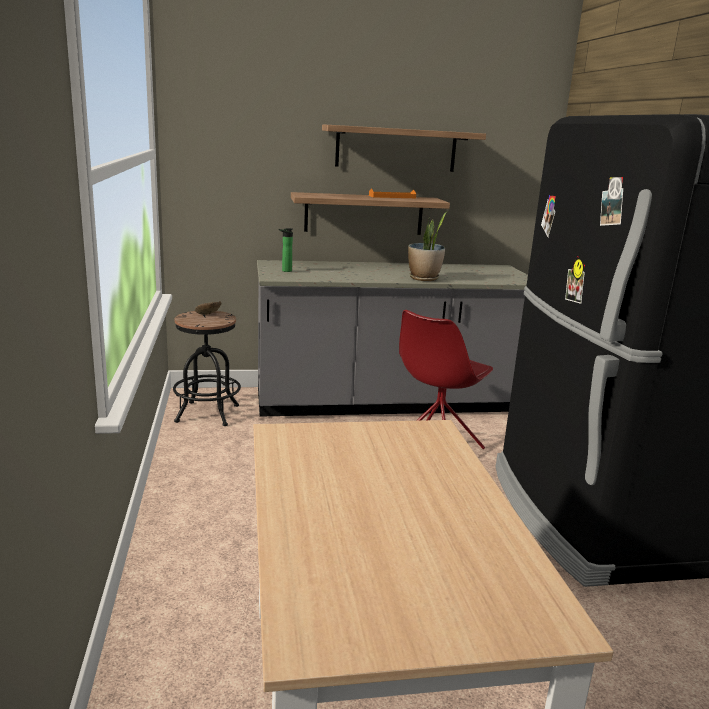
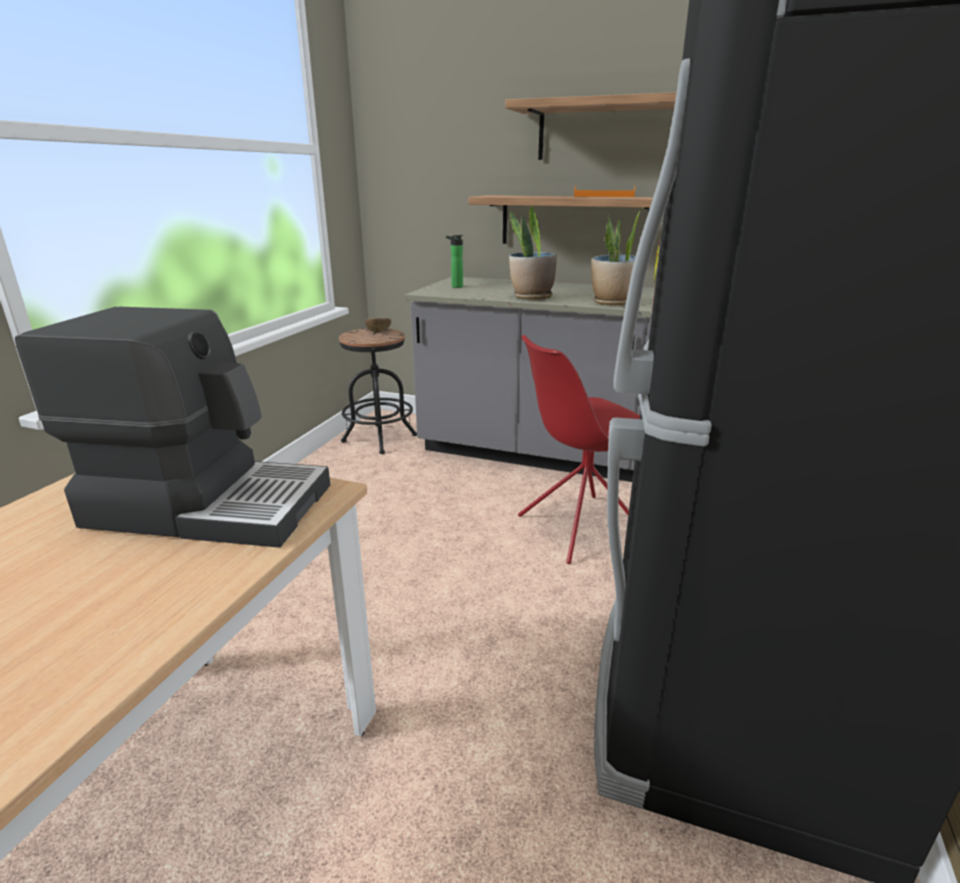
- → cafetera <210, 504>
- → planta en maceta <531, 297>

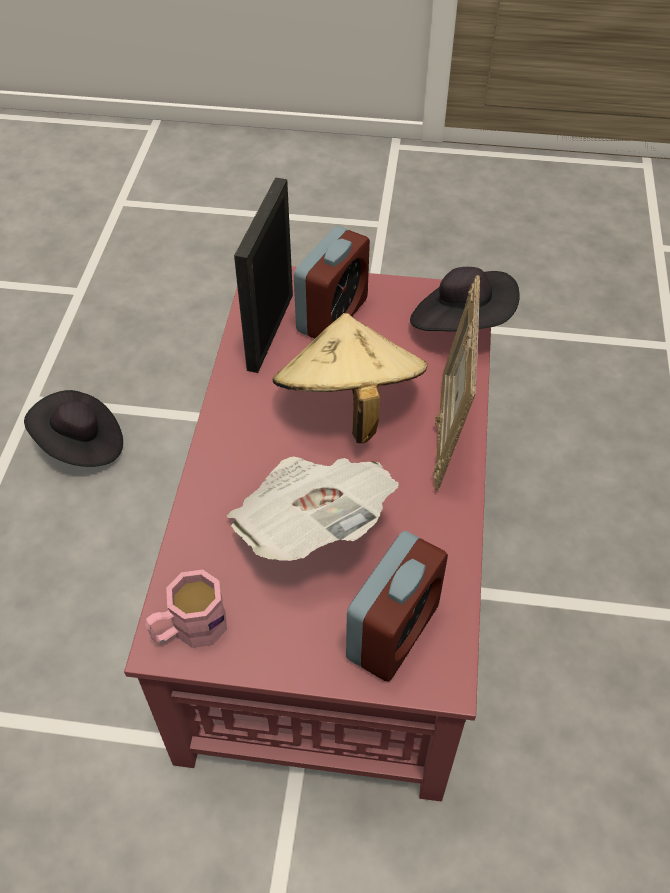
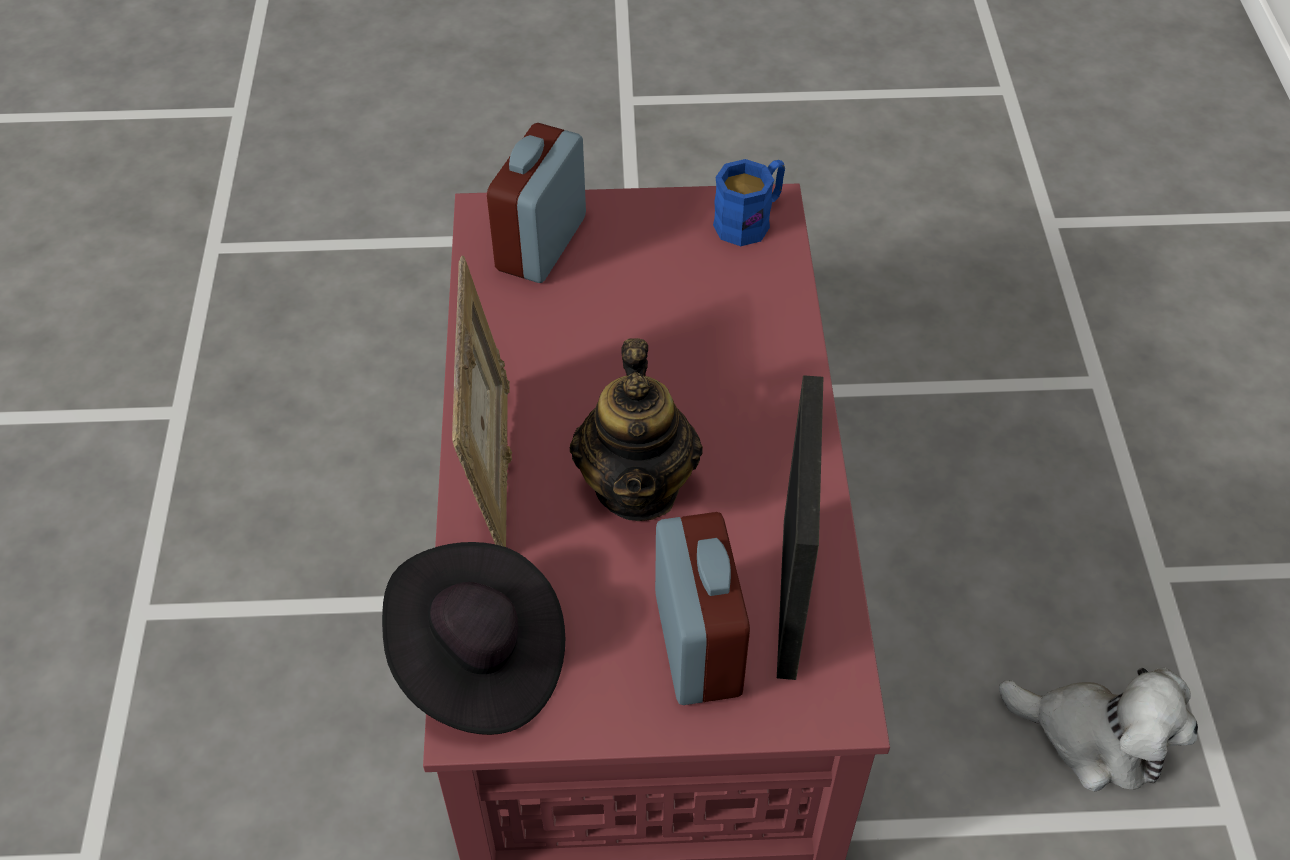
sombrero (beis) <348, 406> → tetera <637, 486>
despertador <332, 315> → despertador <697, 644>, 150 degrees clockwise
taza grande (rosa) <189, 629> → taza grande (azul) <750, 220>
sombrero (negro) <81, 445> → peluche <1095, 738>
periódico <310, 525> → -

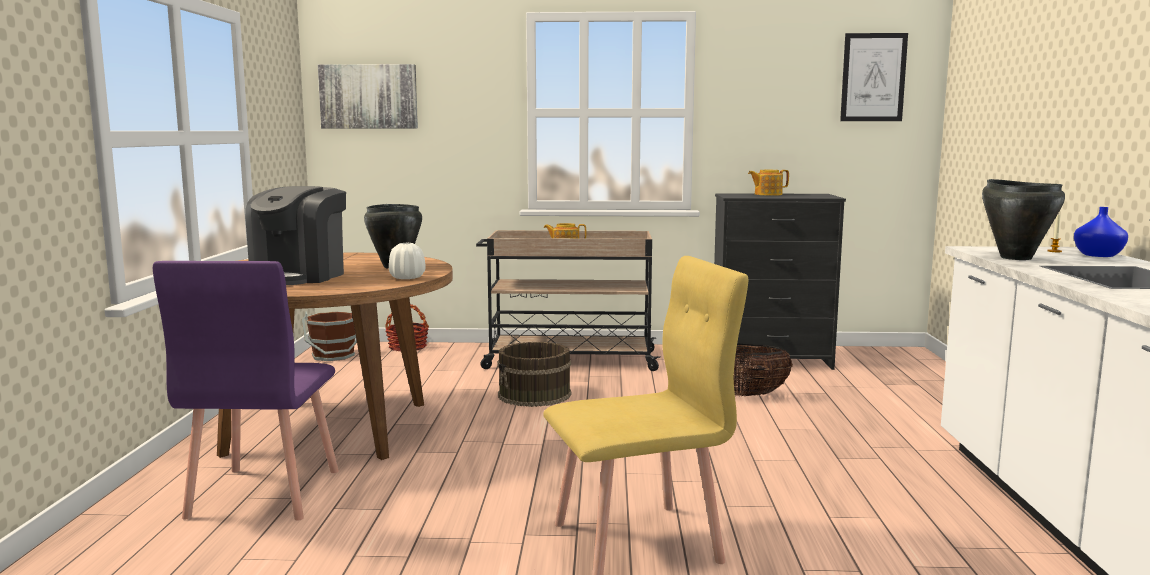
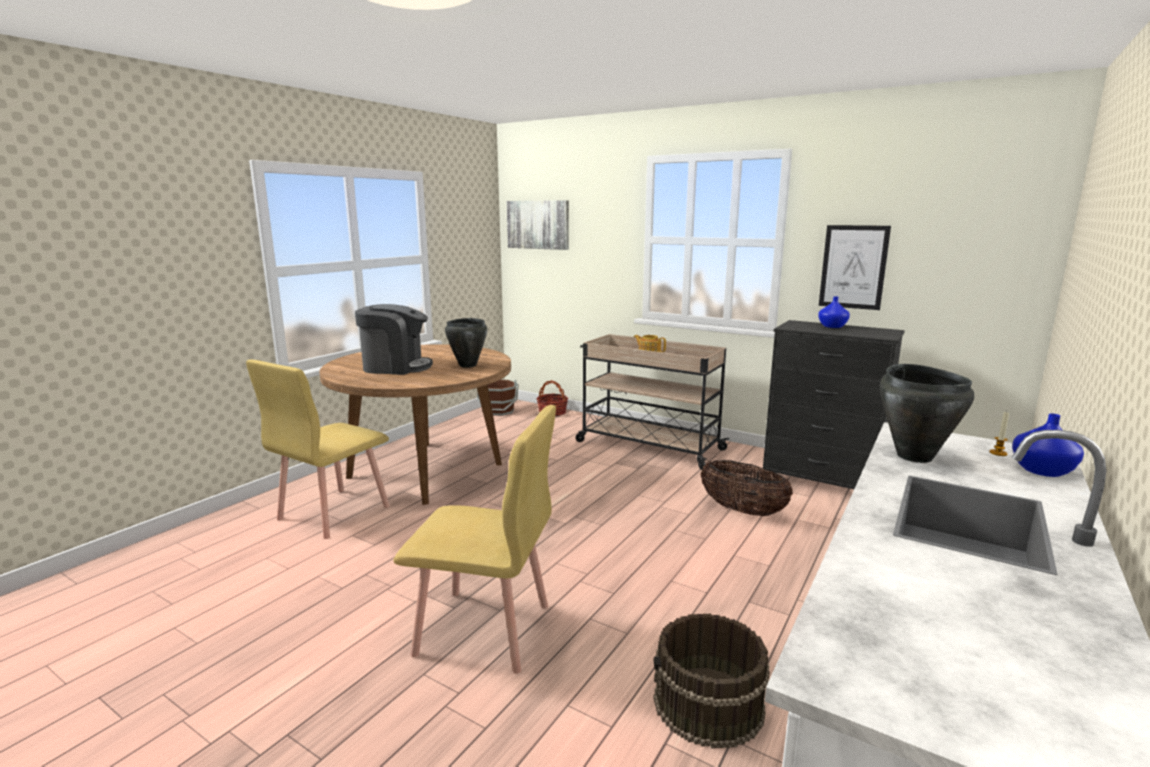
silla (morado) <263, 494> → silla (amarillo) <332, 512>
cafetera <299, 276> → cafetera <395, 367>, 135 degrees counterclockwise
cubo (marrón) <535, 395> → cubo (marrón) <708, 705>, shifted
tetera <767, 194> → florero (azul) <833, 326>
cuadro <873, 77> → cuadro <853, 267>, shifted
florero (blanco) <407, 278> → -

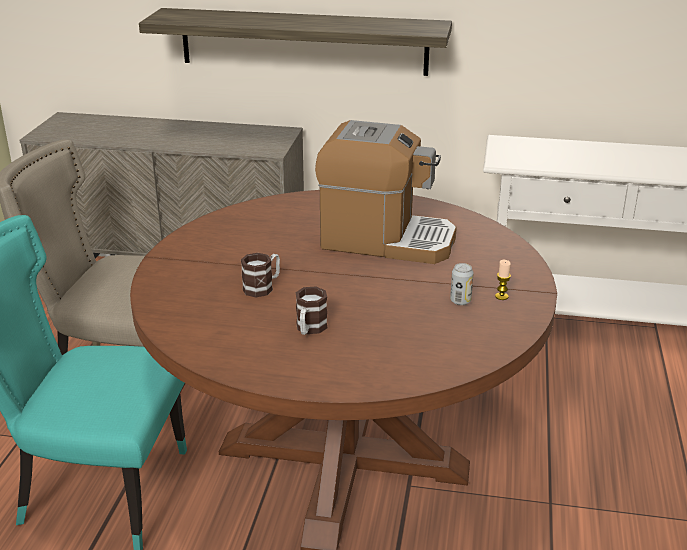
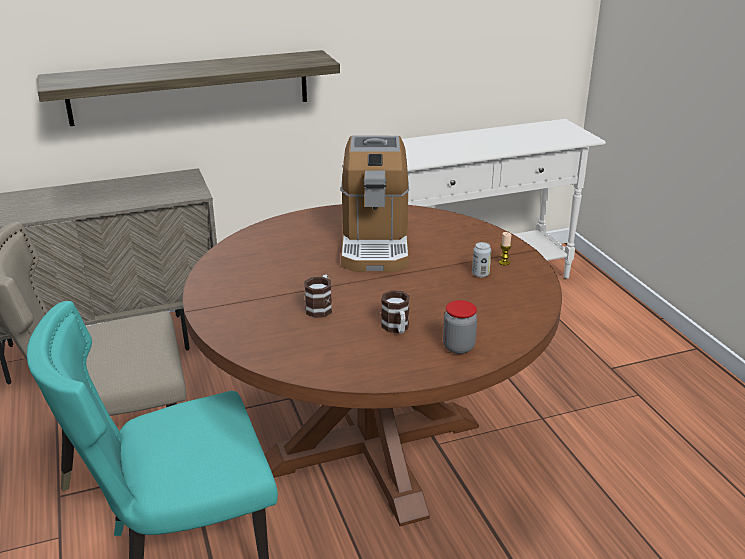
cafetera <386, 240> → cafetera <375, 243>, 105 degrees clockwise
- → tarro <458, 347>

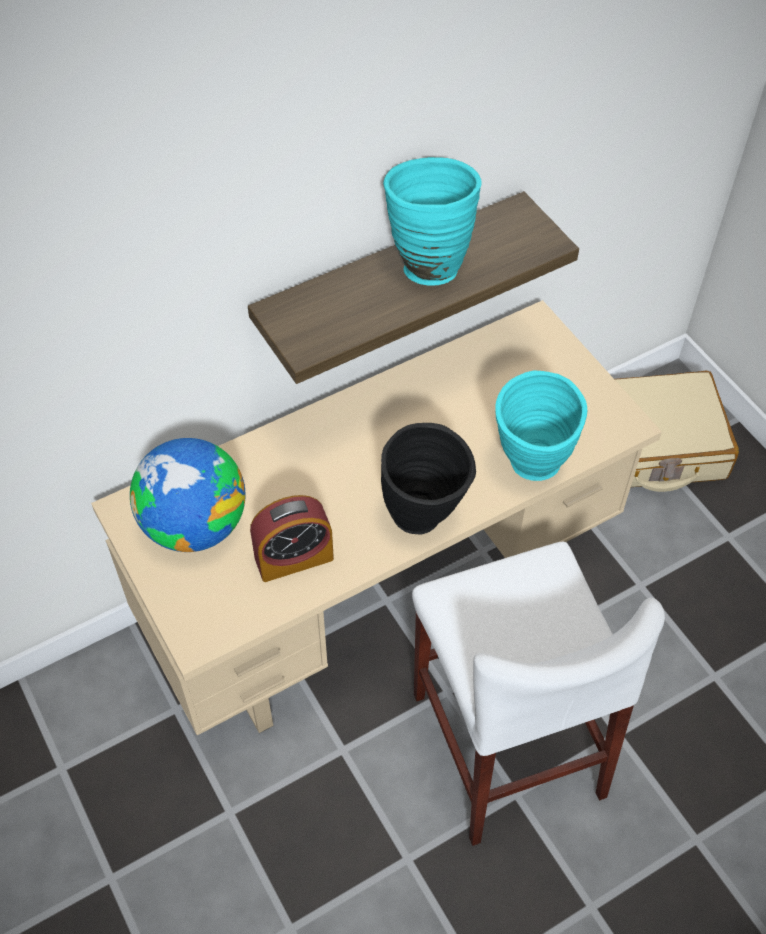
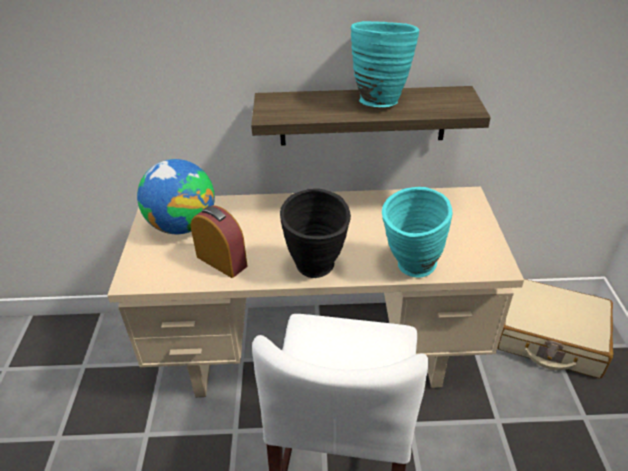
despertador <294, 558> → despertador <221, 261>, 150 degrees counterclockwise

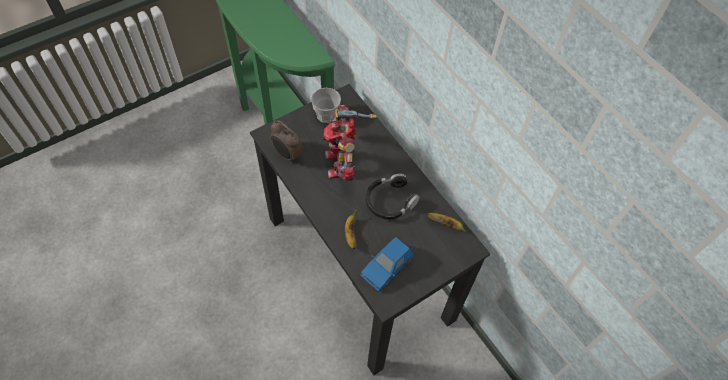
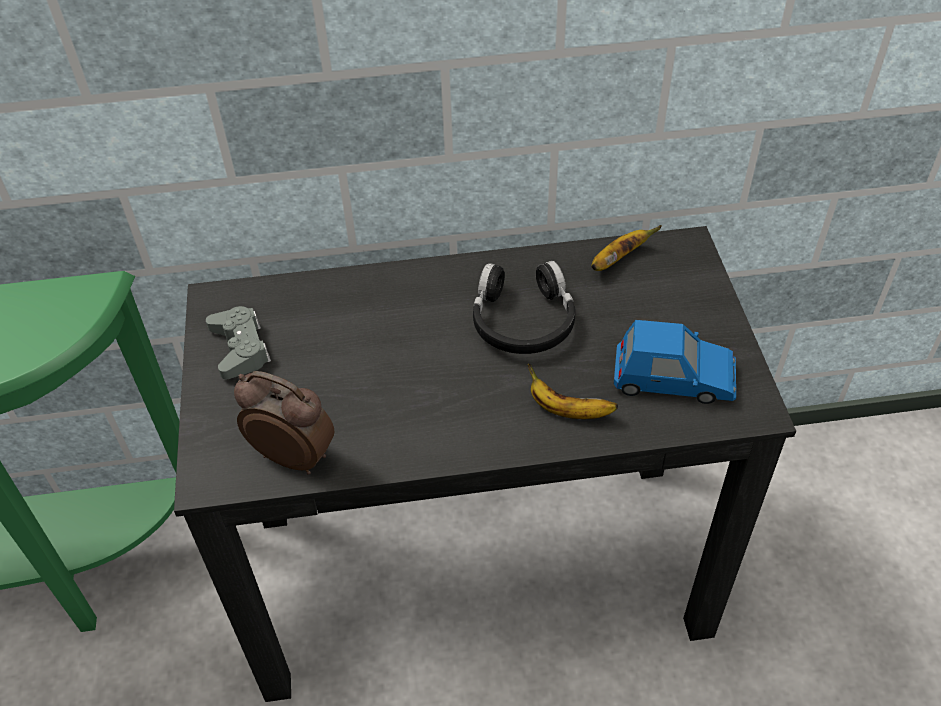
taza <326, 115> → mando de consola (gris) <240, 348>
despertador <287, 154> → despertador <294, 455>, 135 degrees counterclockwise
coche de juguete (azul) <387, 267> → coche de juguete (azul) <673, 379>, 60 degrees counterclockwise
robot de juguete <342, 163> → -

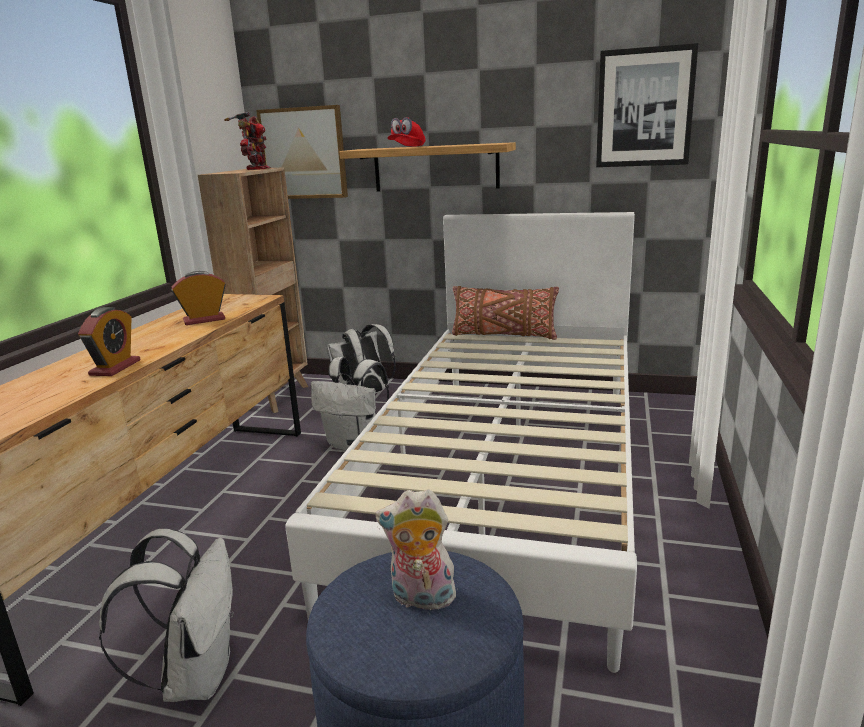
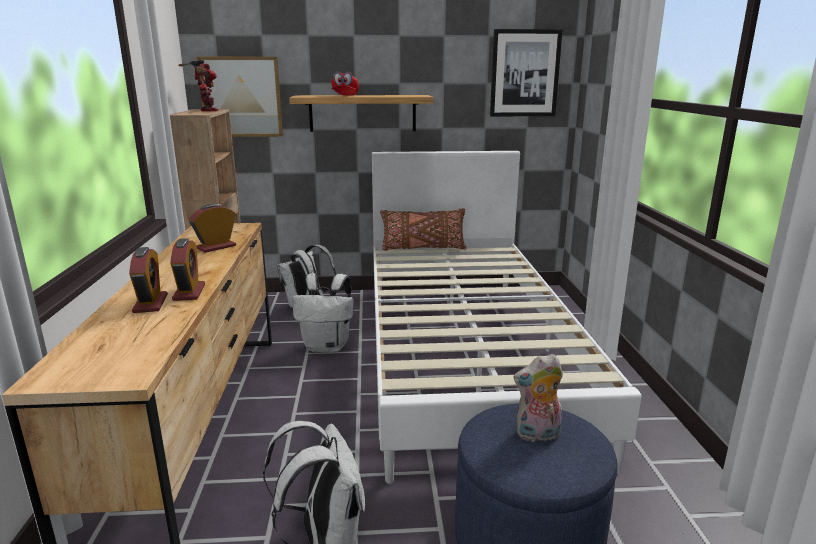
- → despertador <150, 303>

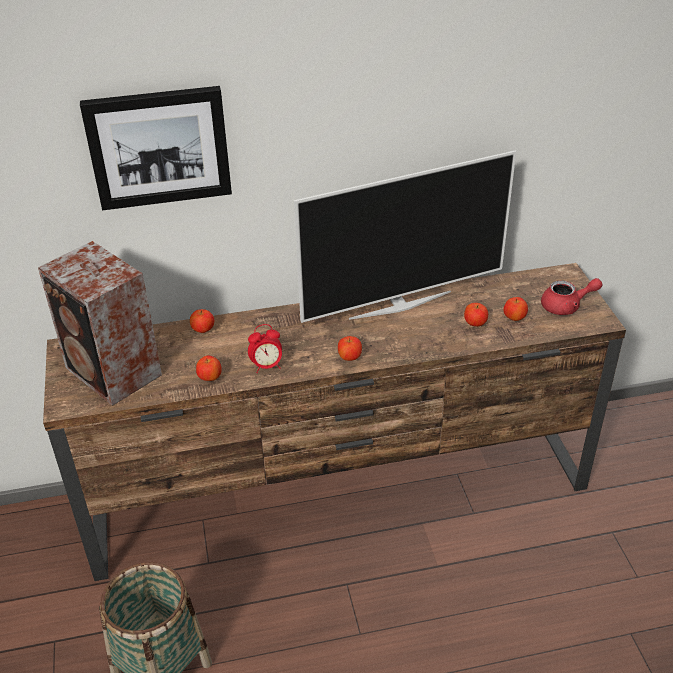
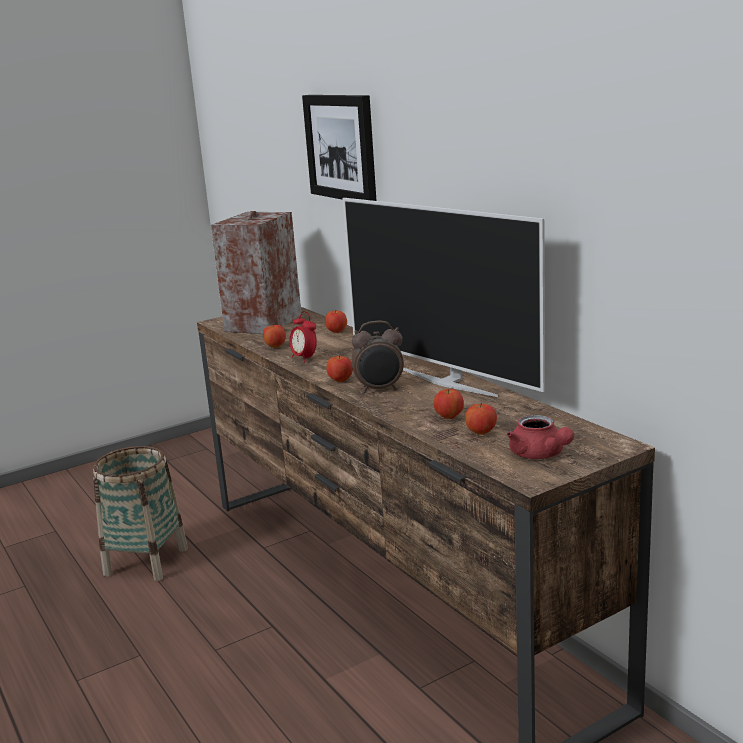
- → despertador <380, 389>

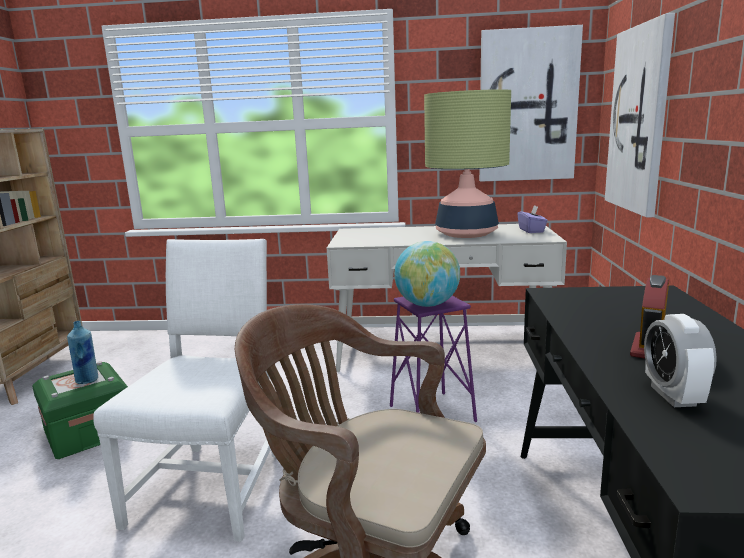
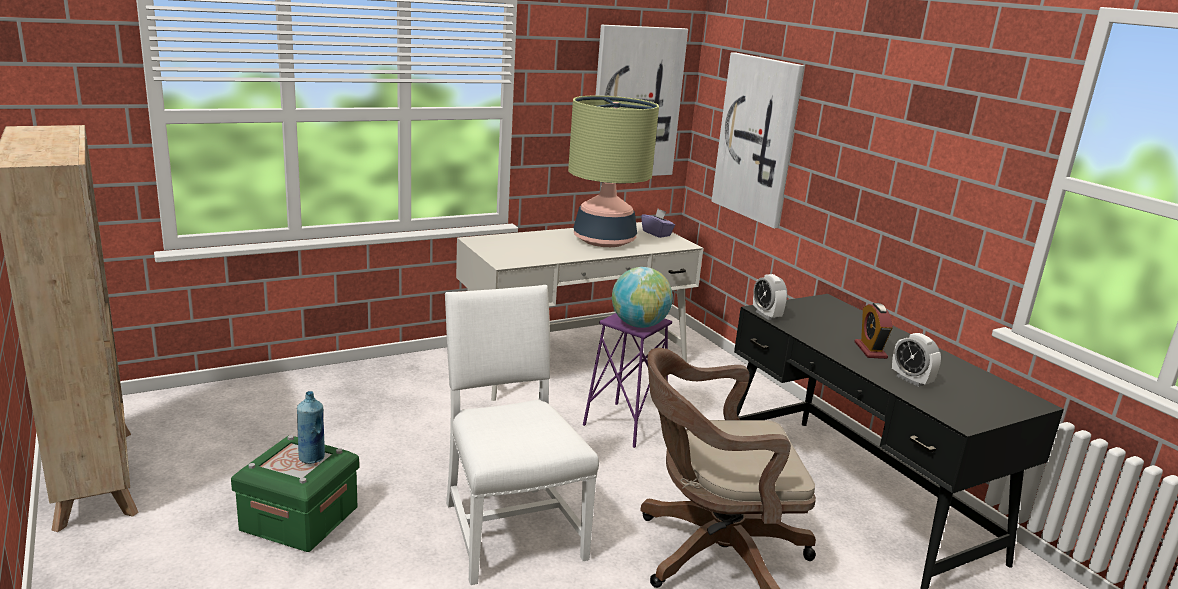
- → despertador <766, 315>

